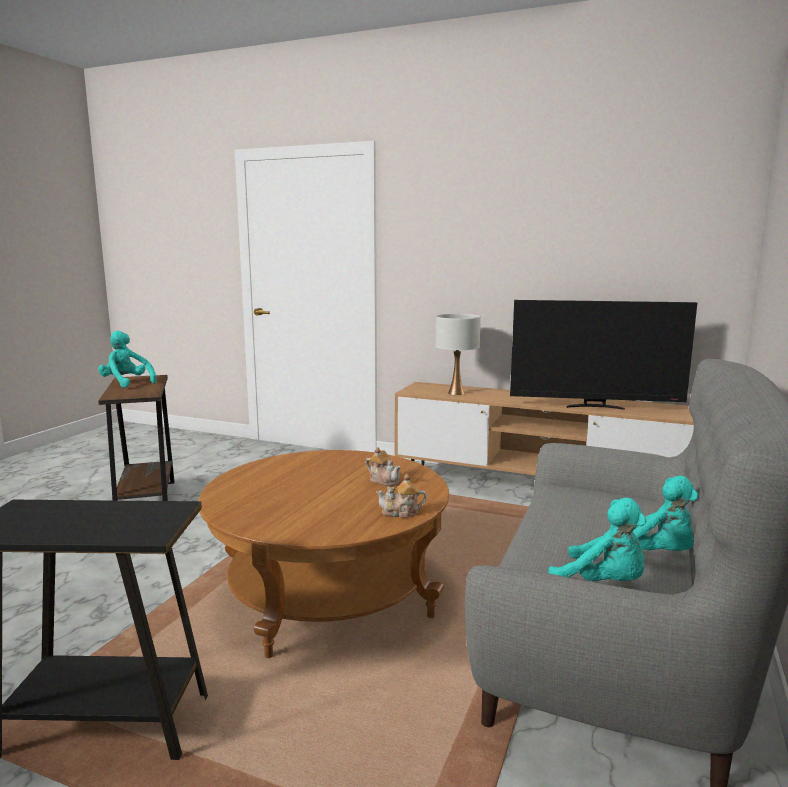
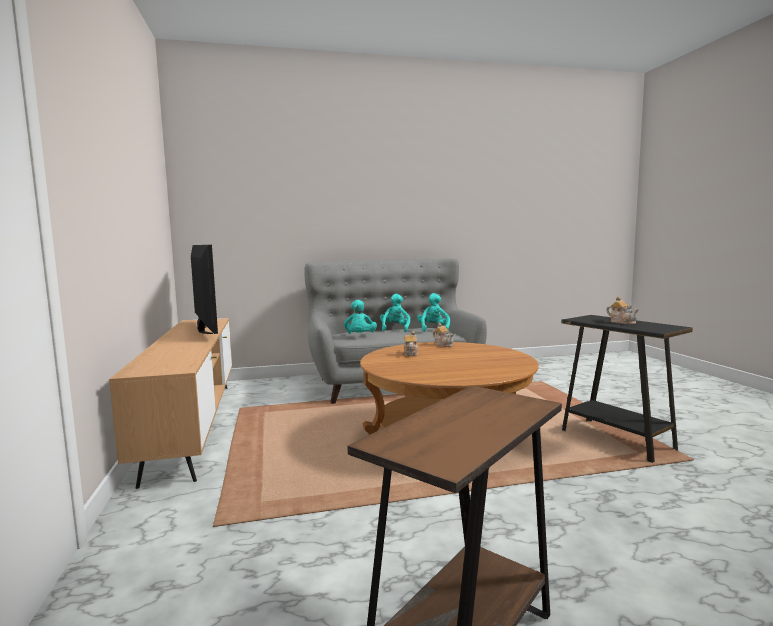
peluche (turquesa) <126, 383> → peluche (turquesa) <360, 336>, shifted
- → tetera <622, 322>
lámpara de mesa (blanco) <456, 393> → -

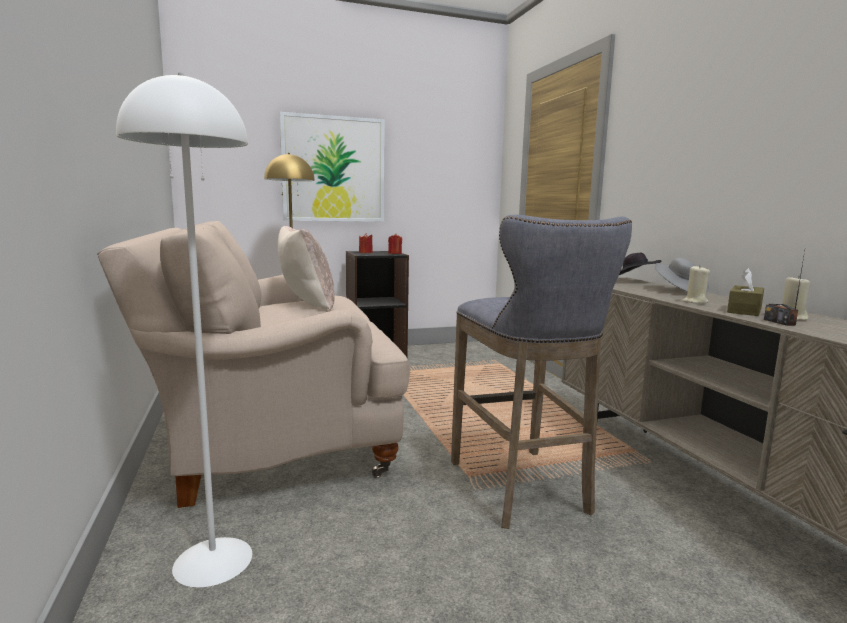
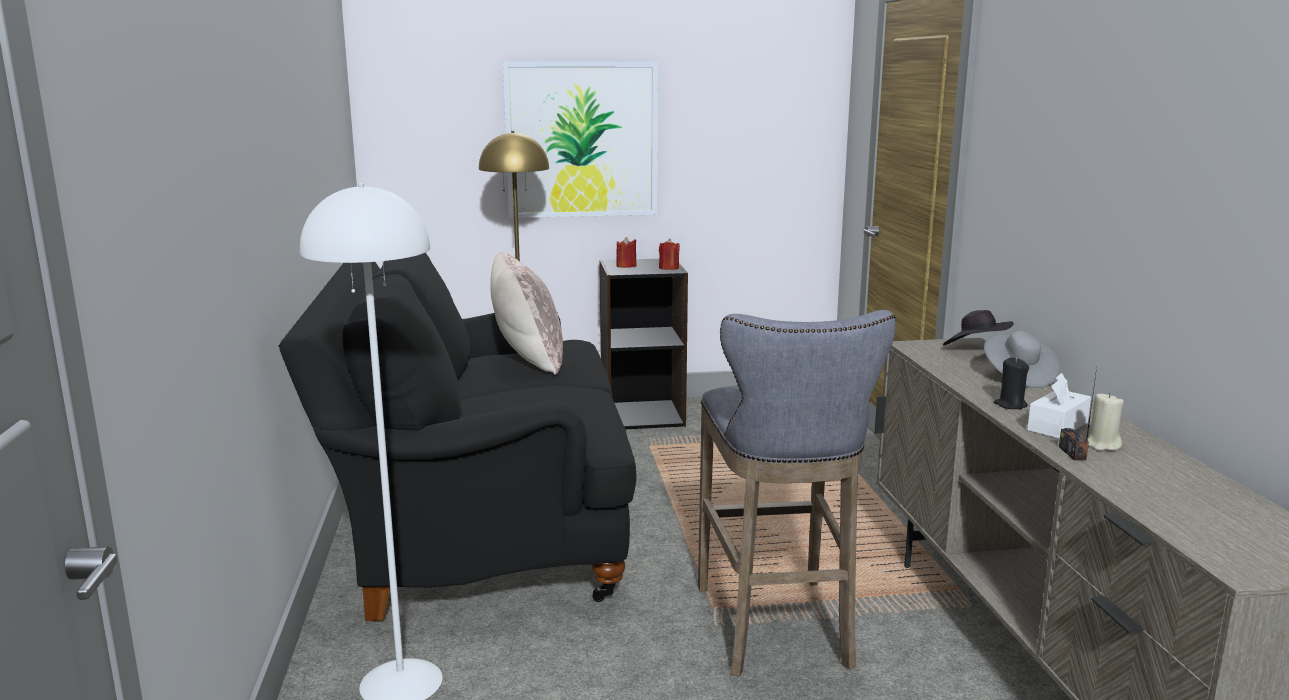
sofá (beis) <272, 428> → sofá (negro) <481, 525>
vela (beis) <695, 302> → vela (negro) <1010, 405>
caja de pañuelos (marrón) <744, 310> → caja de pañuelos (blanco) <1057, 426>

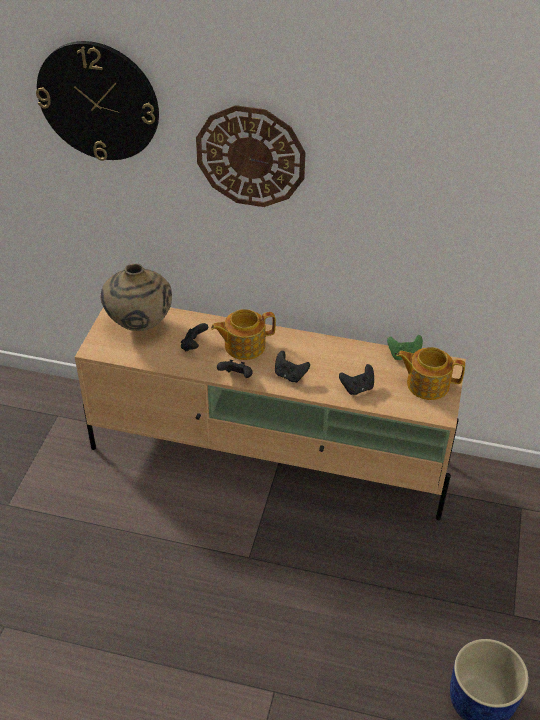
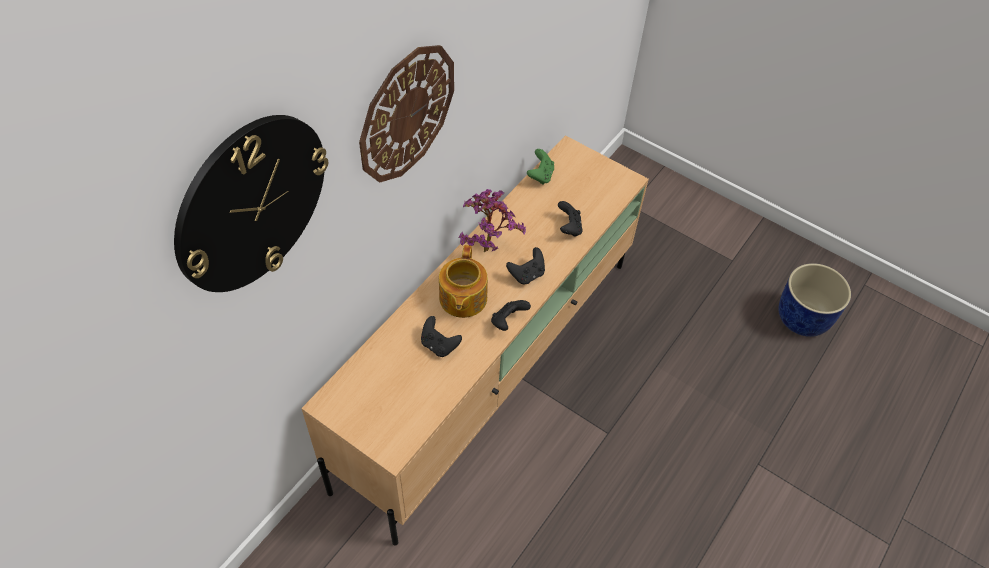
- → planta en maceta <487, 246>
florero (beis) <139, 326> → -
tetera <427, 384> → -

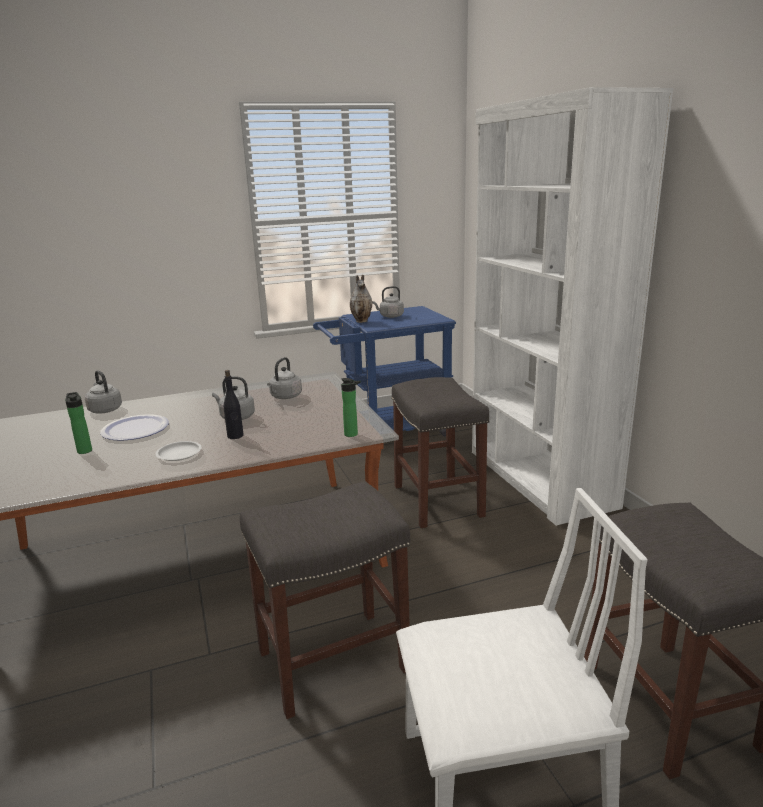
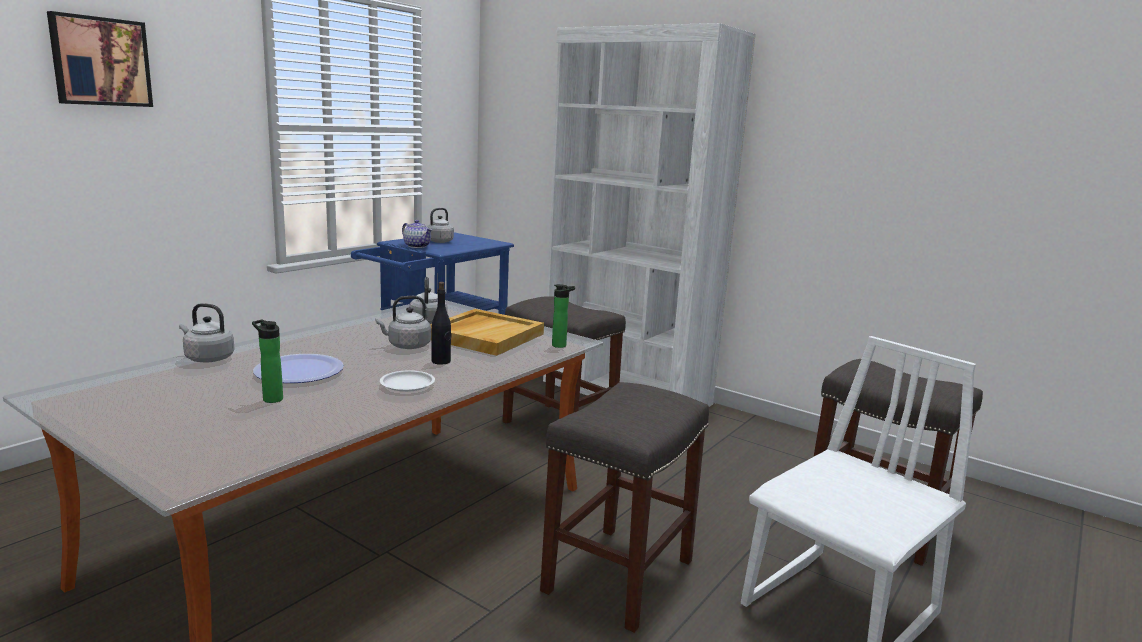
- → cuadro <100, 61>
florero <362, 321> → tetera <417, 246>
- → bandeja (beis) <484, 335>

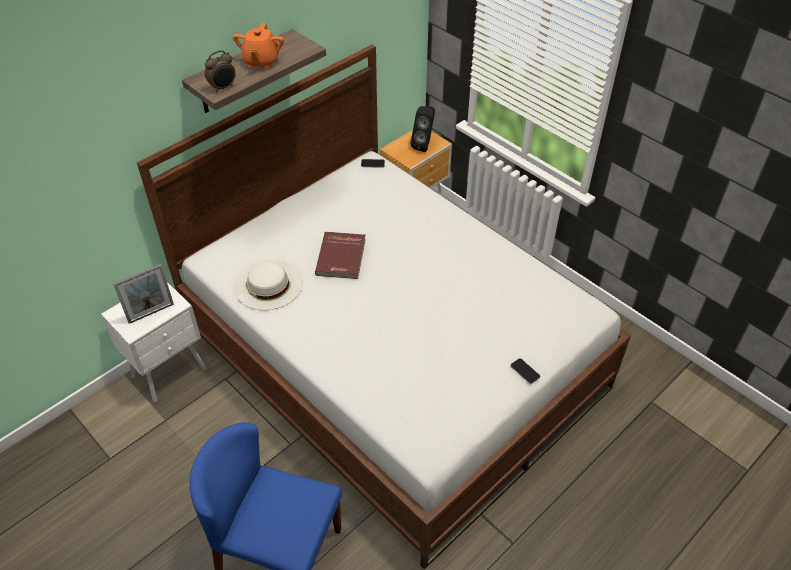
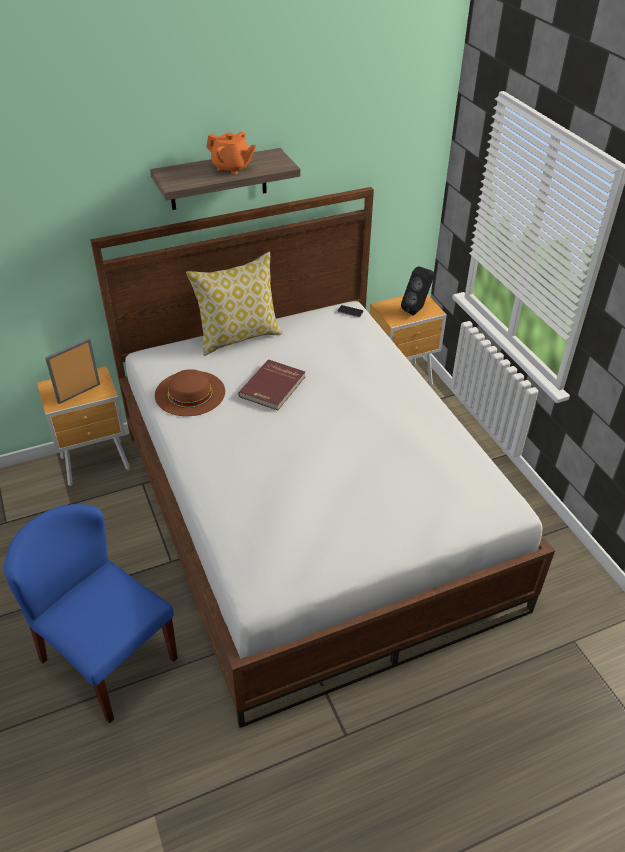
mesita de noche (blanco) <171, 372> → mesita de noche (marrón) <97, 464>
portarretratos <151, 313> → portarretratos <79, 393>, 150 degrees clockwise
sombrero (blanco) <268, 284> → sombrero (marrón) <190, 393>
- → cojín <238, 337>
tetera (naranja) <261, 61> → tetera (naranja) <232, 167>, 90 degrees counterclockwise
despertador <223, 87> → -
móvil <525, 371> → -

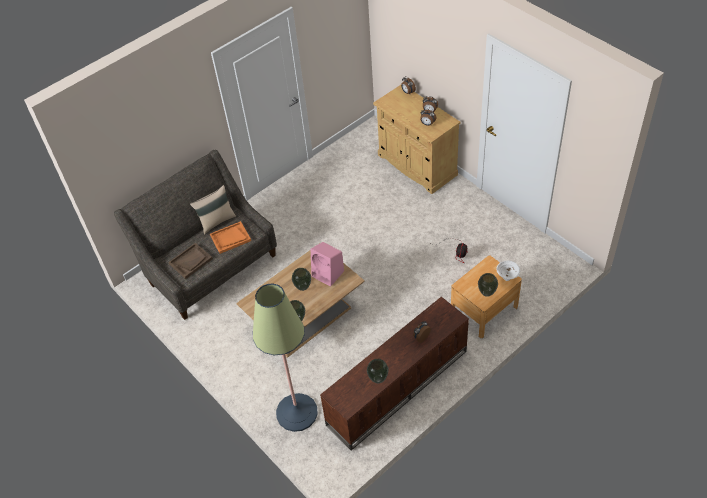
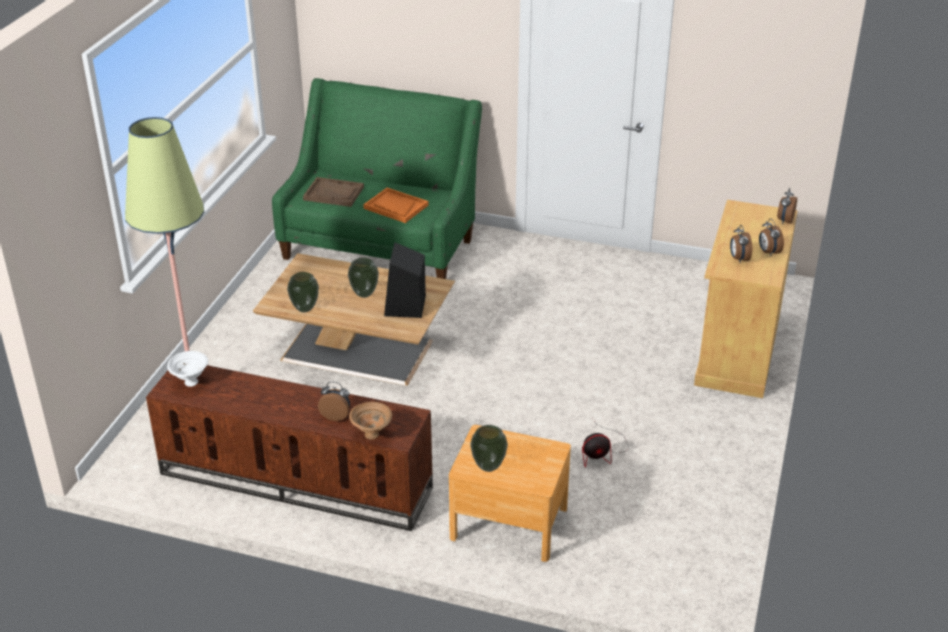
cuenco (blanco) <507, 278> → cuenco (blanco) <191, 383>, shifted
sofá (gris) <209, 266> → sofá (verde) <381, 244>
- → cuenco (marrón) <372, 435>
altavoz (rosa) <328, 274> → altavoz (negro) <405, 307>
cojín (beis) <216, 221> → -
florero <378, 379> → -

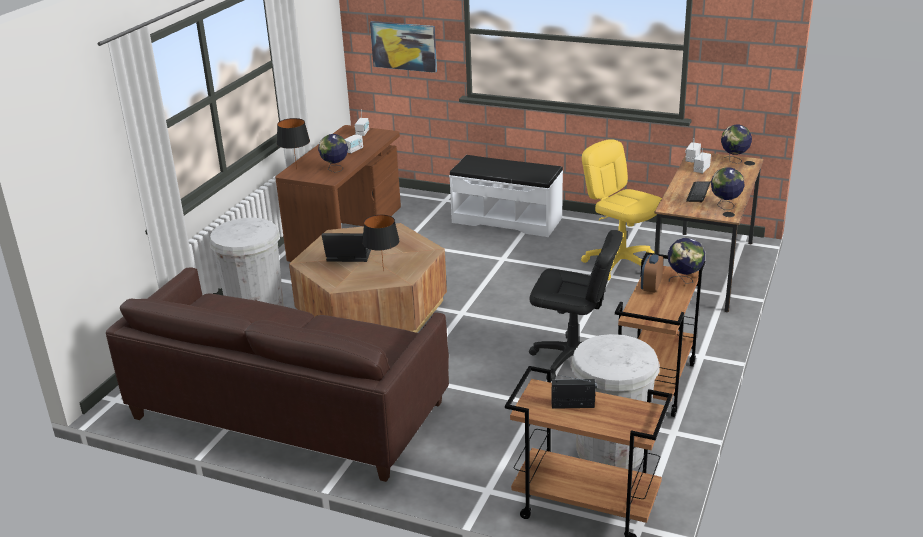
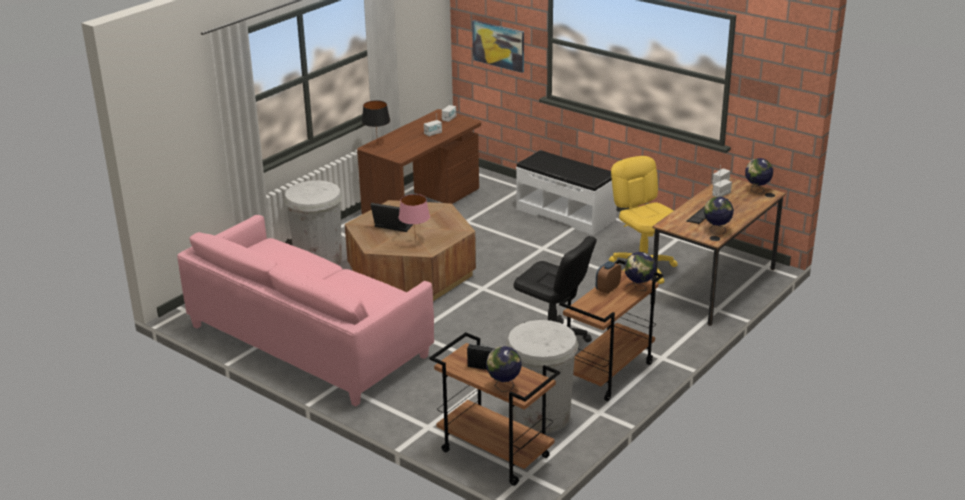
sofá (marrón) <288, 409> → sofá (rosa) <308, 340>
lámpara de mesa (negro) <383, 271> → lámpara de mesa (rosa) <415, 242>
globo terráqueo <335, 169> → globo terráqueo <503, 387>, shifted

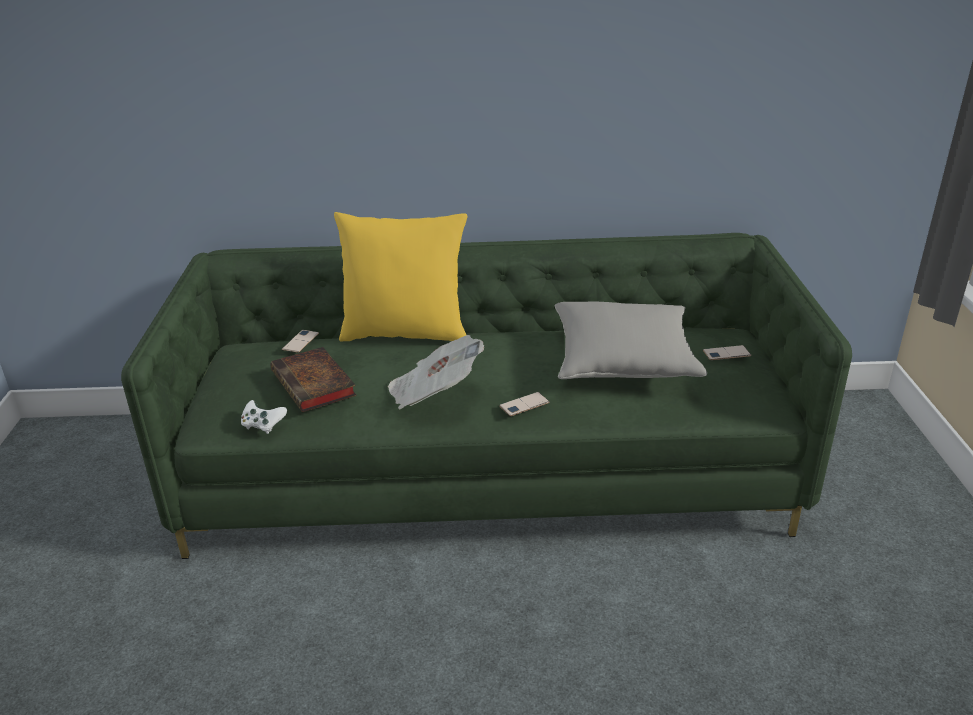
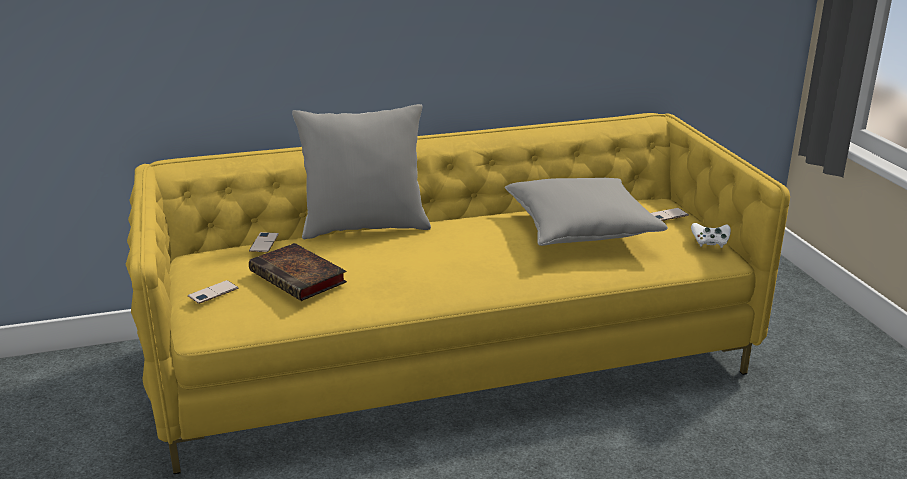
sofá (verde) <489, 472> → sofá (amarillo) <453, 357>
móvil <524, 404> → móvil <213, 292>, shifted
cojín (amarillo) <405, 333> → cojín (gris) <365, 227>
mando de consola (blanco) <263, 425> → mando de consola (blanco) <709, 243>, shifted
periódico <434, 393> → -

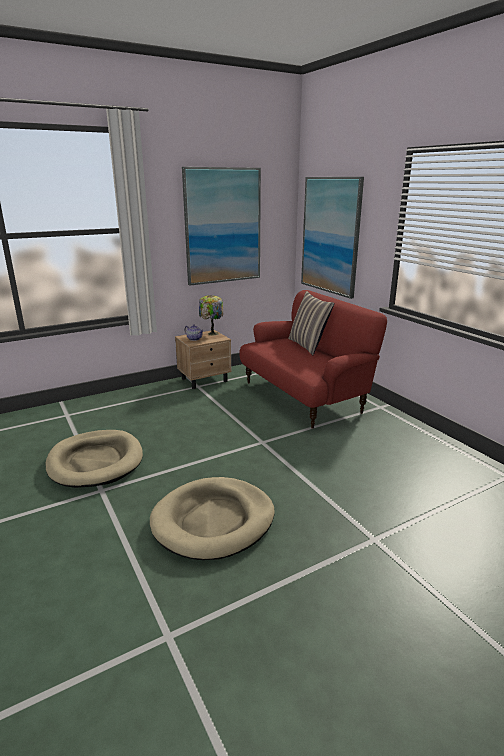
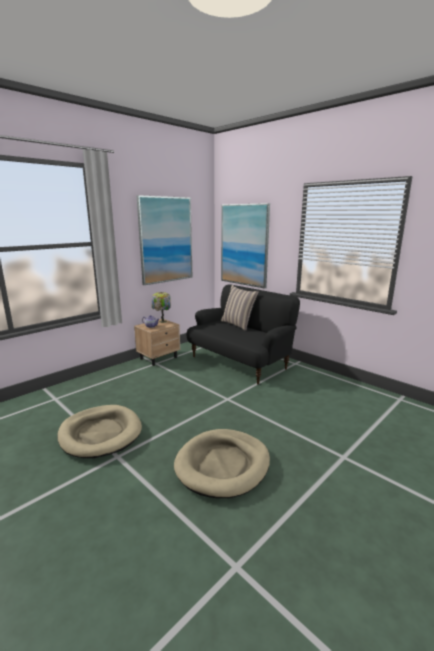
sofá (rojo) <303, 396> → sofá (negro) <239, 362>

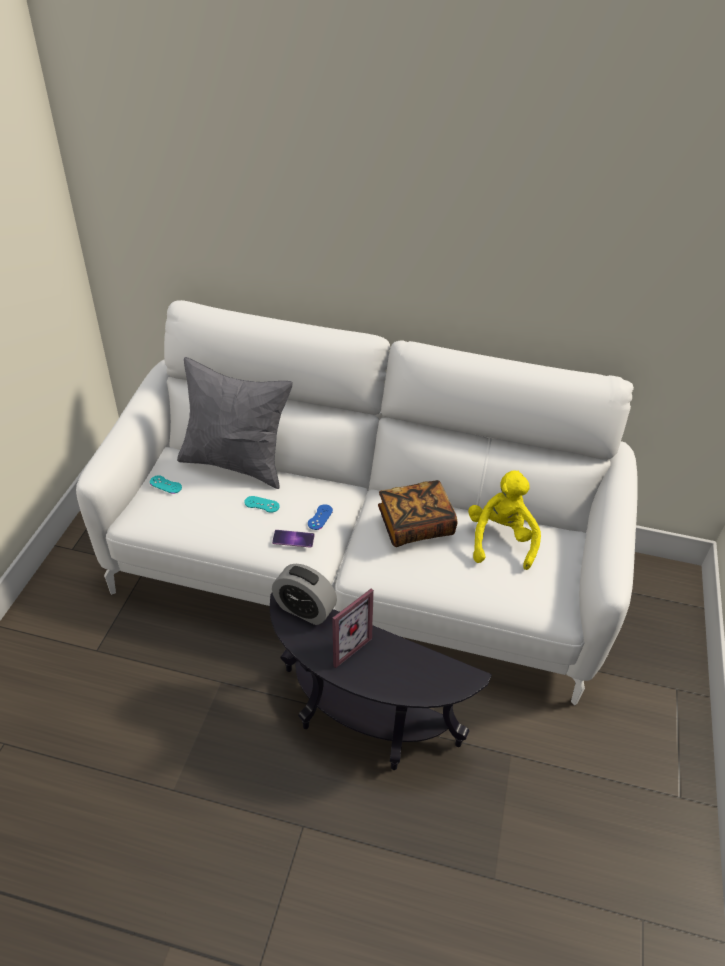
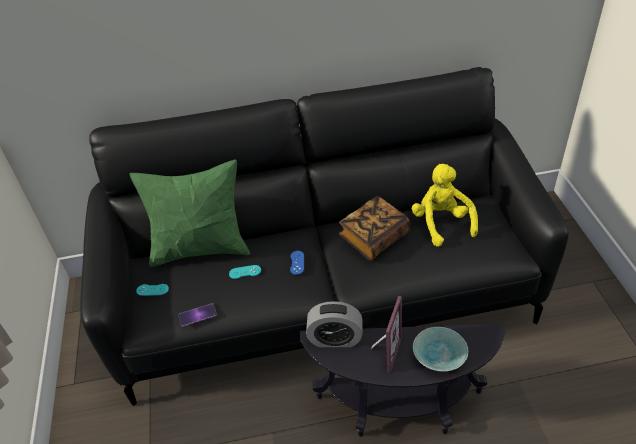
sofá (blanco) <358, 572> → sofá (negro) <325, 297>
cojín (gris) <236, 464> → cojín (verde) <201, 249>
móvil <293, 539> → móvil <197, 315>, shifted
- → cuenco (turquesa) <437, 355>

